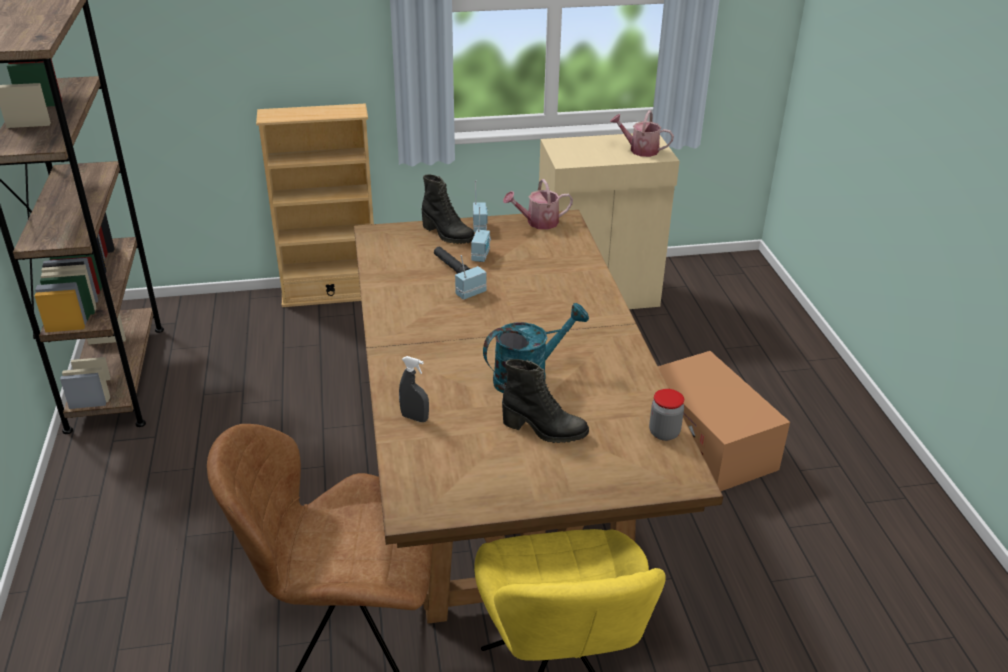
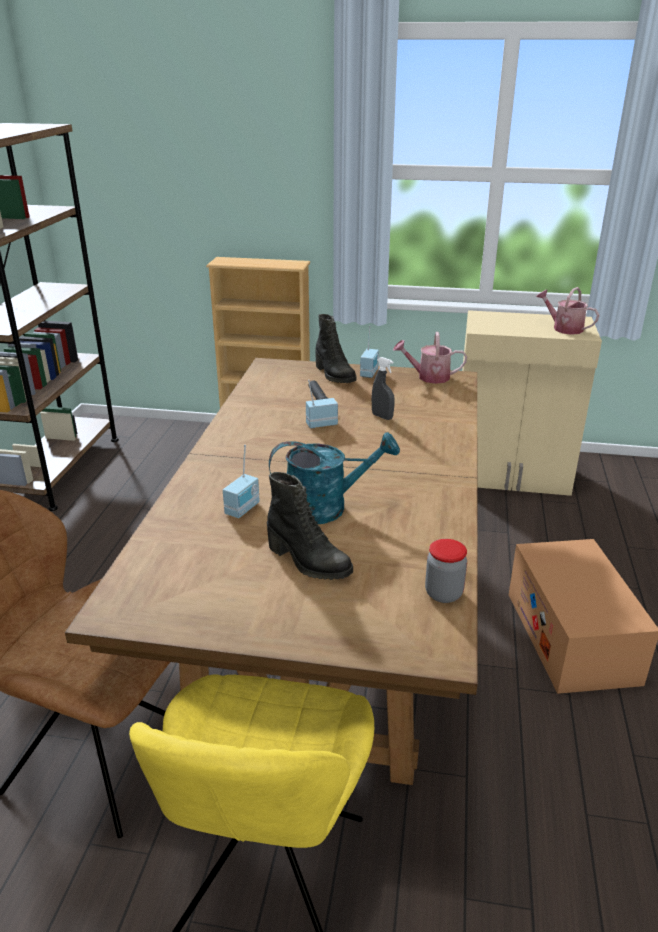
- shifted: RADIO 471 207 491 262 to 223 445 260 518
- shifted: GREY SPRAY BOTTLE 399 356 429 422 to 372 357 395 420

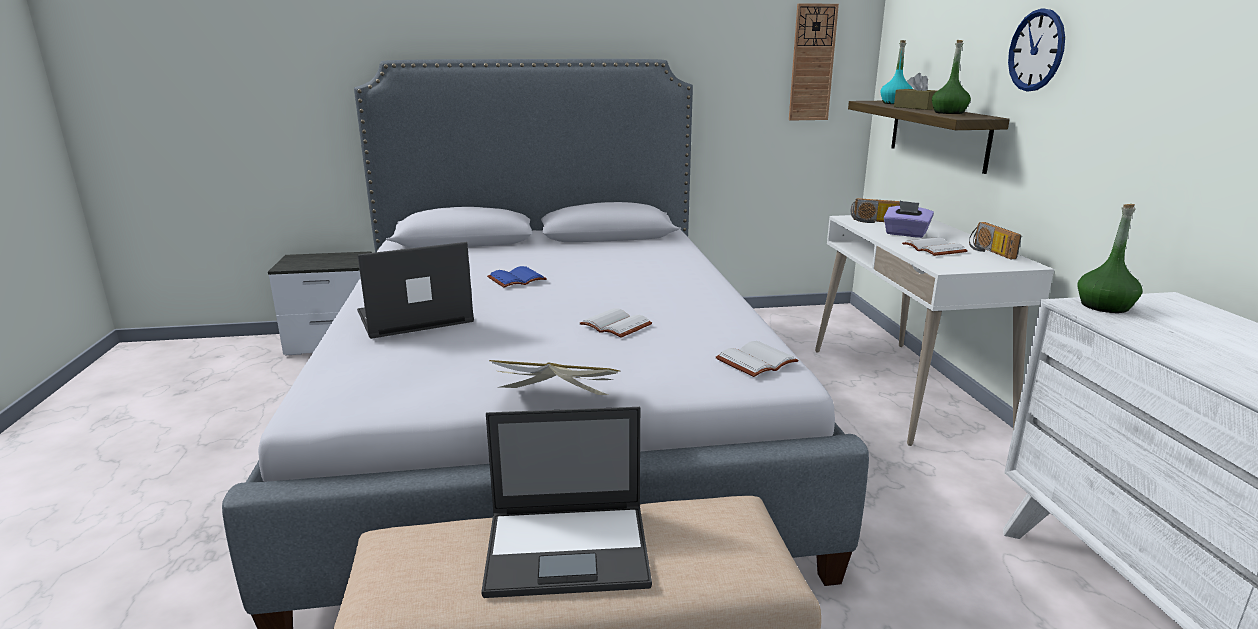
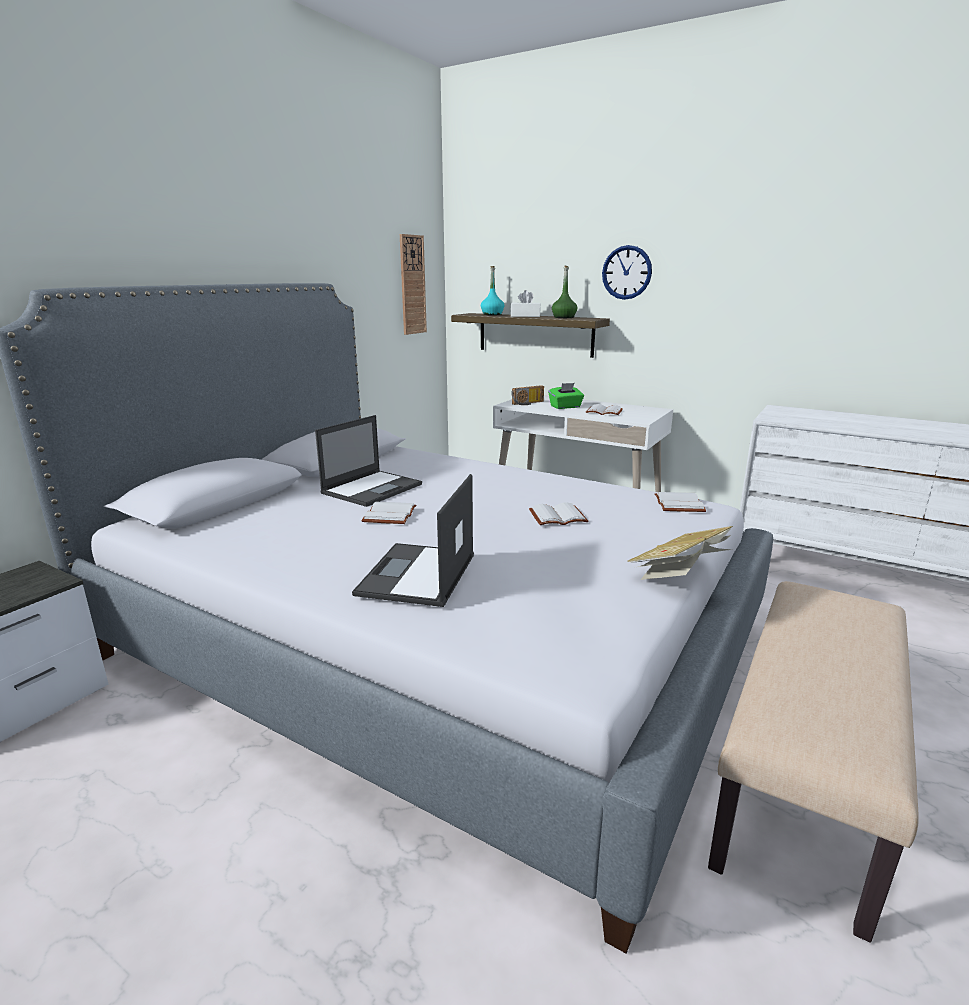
- shifted: LAPTOP 481 407 652 598 to 315 415 422 507
- repainted: BLUE BOOK 487 266 547 288 to WHITE BOOK 362 502 416 524
- repainted: BROWN TISSUE BOX 894 73 937 110 to WHITE TISSUE BOX 511 290 541 317
- repainted: PURPLE TISSUE BOX 884 201 934 238 to GREEN TISSUE BOX 548 383 584 409
- gone: RADIO 969 222 1021 259
- gone: GREEN BOTTLE 1077 204 1142 313

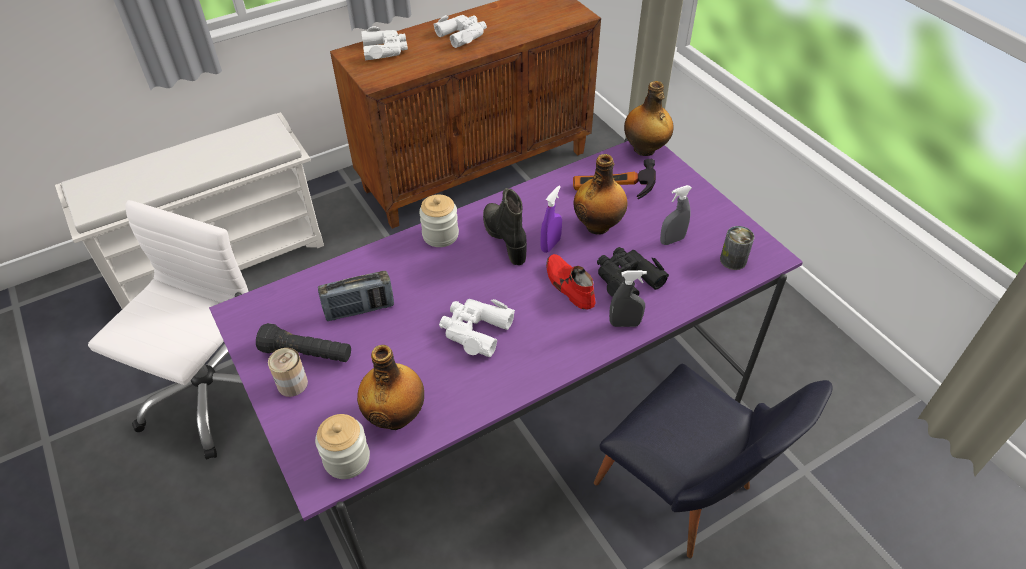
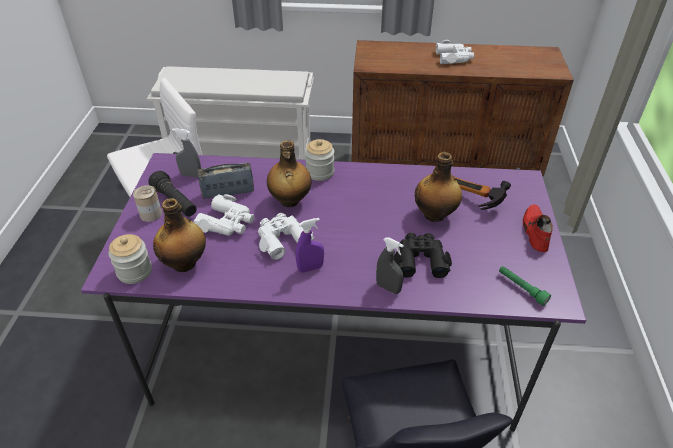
- shifted: GREY SPRAY BOTTLE 660 185 692 245 to 172 128 201 178
- shifted: WHITE BINOCULARS 361 26 408 60 to 193 194 254 236
- rotated: RADIO 318 271 394 321 = 197 163 254 198 150 degrees clockwise
- shifted: BOTTLE 624 81 674 156 to 267 140 311 207
- shifted: PURPLE SPRAY BOTTLE 541 186 562 253 to 296 218 324 273
- swapped: CAN 720 226 755 270 to GREEN FLASHLIGHT 499 266 551 306
- shifted: RED SHOE 546 254 596 310 to 523 204 553 252
- gone: BLACK BOOT 483 188 527 265

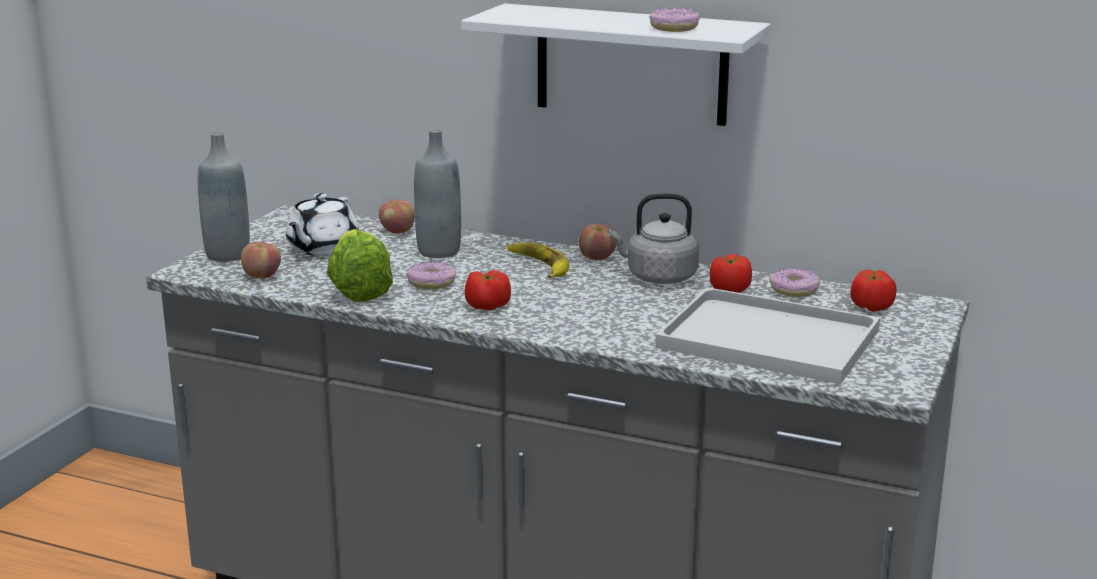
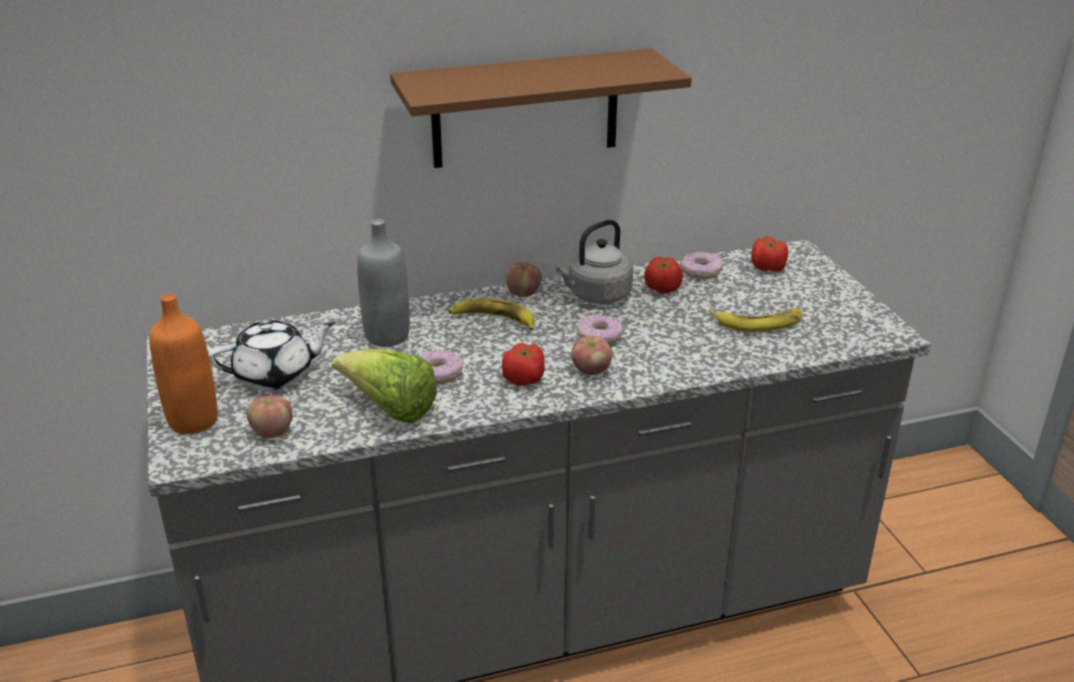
- repainted: GREY BOTTLE 198 132 250 262 to ORANGE BOTTLE 149 294 217 434
- rotated: WHITE TEAPOT 286 193 359 256 = 208 320 335 390 90 degrees counterclockwise
- repainted: WHITE SHELF 461 3 771 126 to BROWN SHELF 390 49 692 168
- shifted: APPLE 379 199 415 234 to 571 336 612 375
- shifted: DONUT 649 8 700 32 to 577 314 624 345
- swapped: WHITE TRAY 655 287 880 384 to BANANA 710 307 802 332

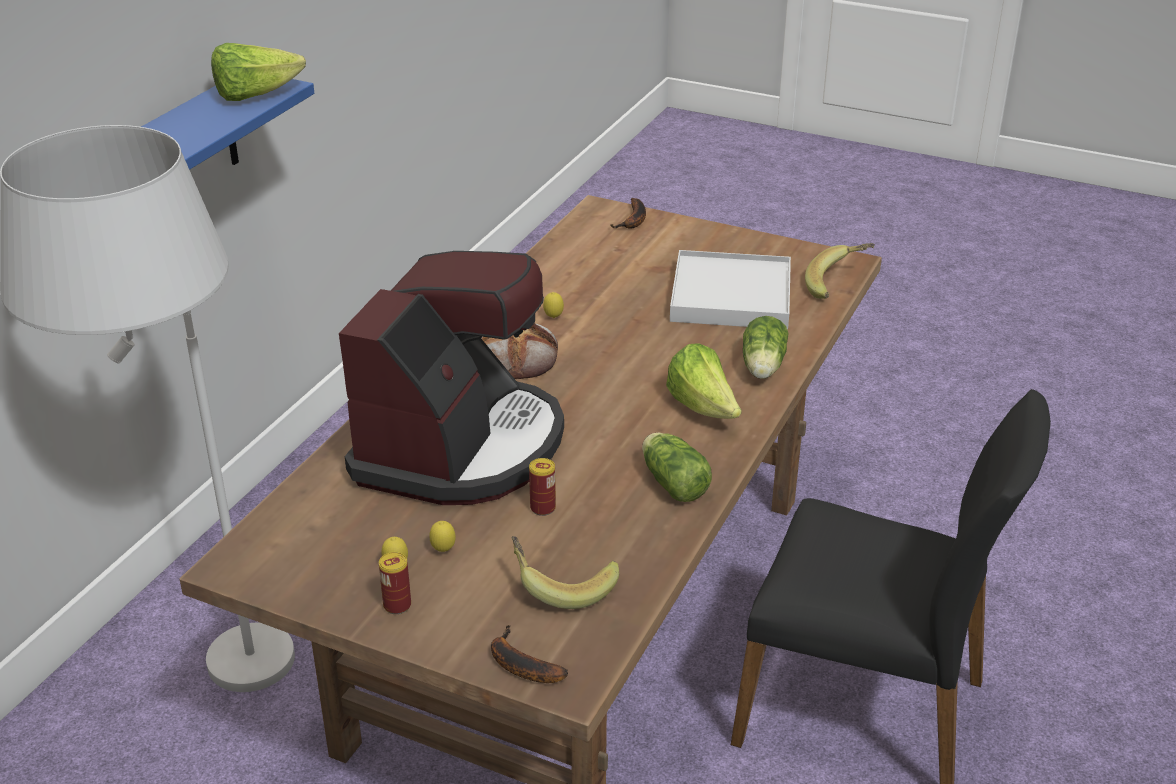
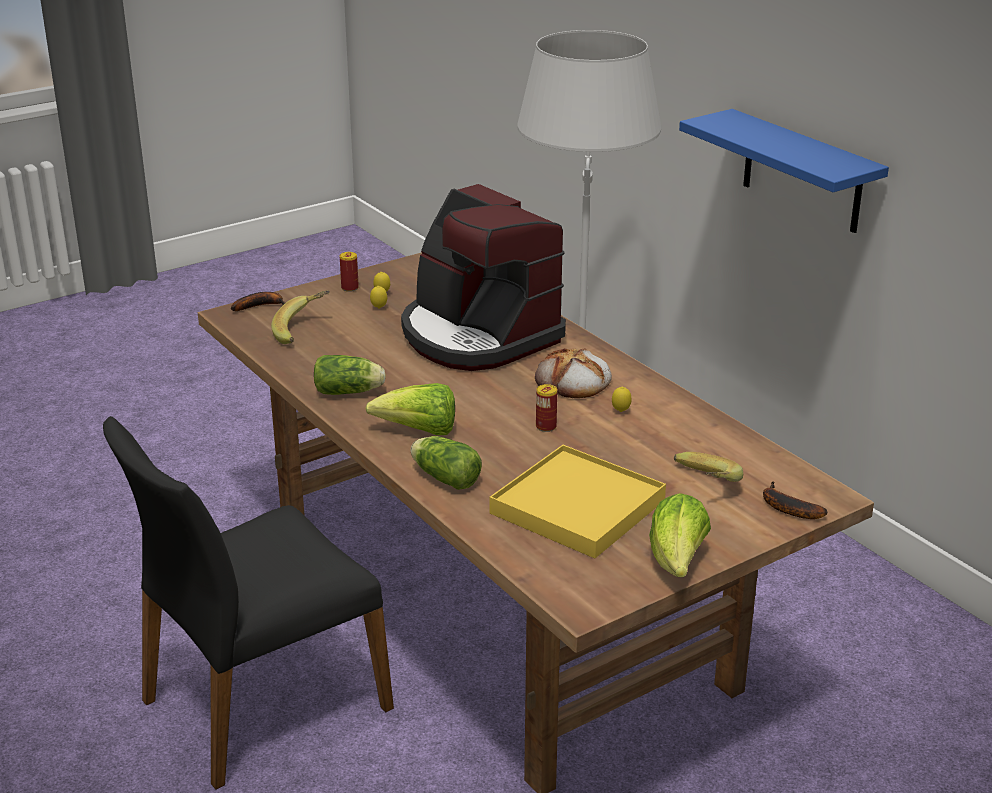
- repainted: WHITE TRAY 670 250 791 330 to YELLOW TRAY 490 445 666 558
- shifted: CAN 529 458 556 516 to 536 384 557 432
- shifted: LETTUCE 211 43 306 101 to 649 493 711 577
- shifted: BANANA 805 243 875 299 to 674 452 743 482

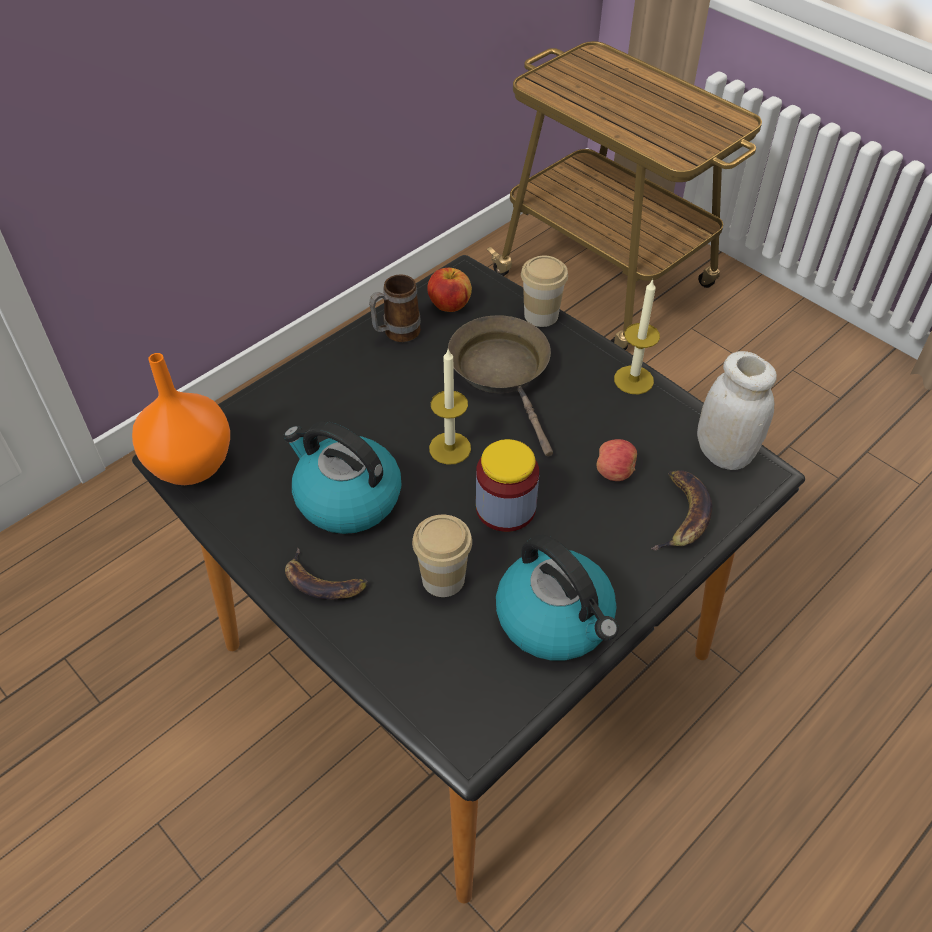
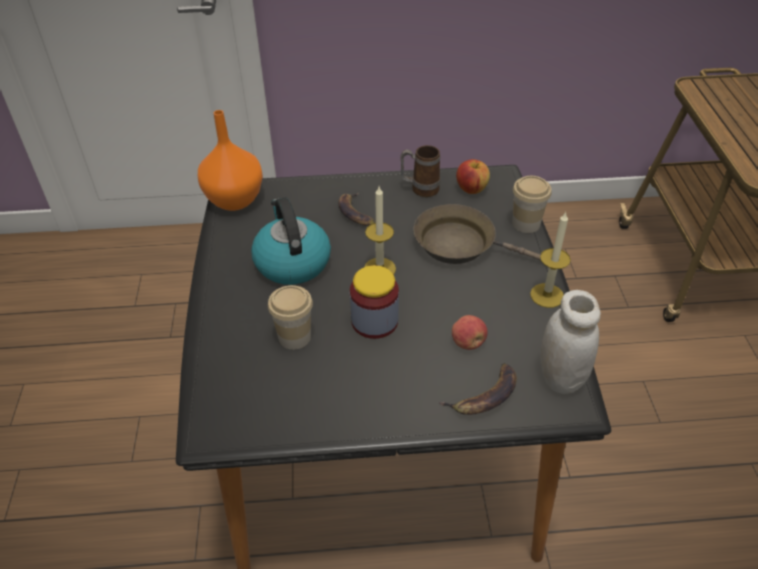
- shifted: BANANA 285 548 368 599 to 338 192 376 226
- rotated: BROWN FRYING PAN 448 315 553 457 = 414 204 541 264 90 degrees counterclockwise
- gone: KETTLE 496 534 619 661

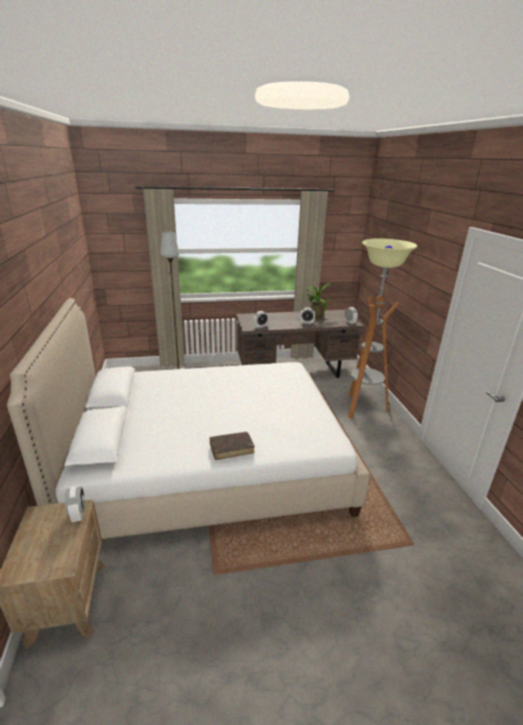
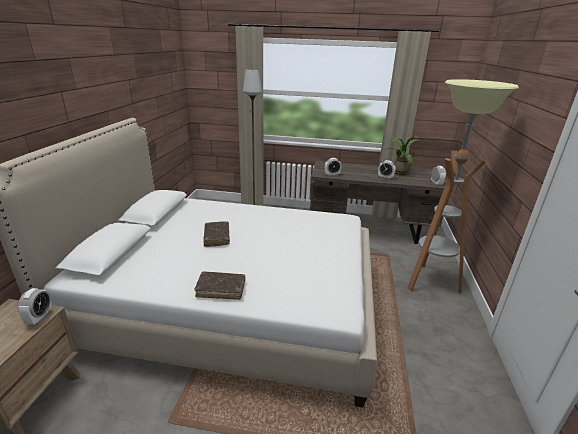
- new: BROWN BOOK 203 221 230 247

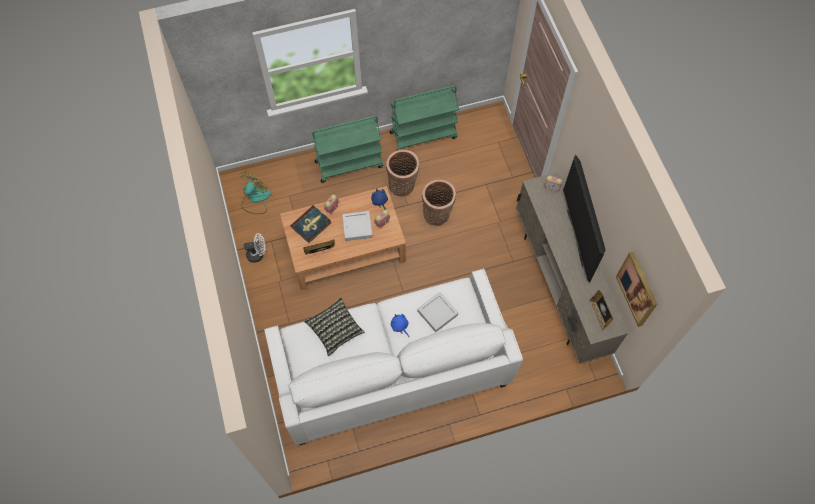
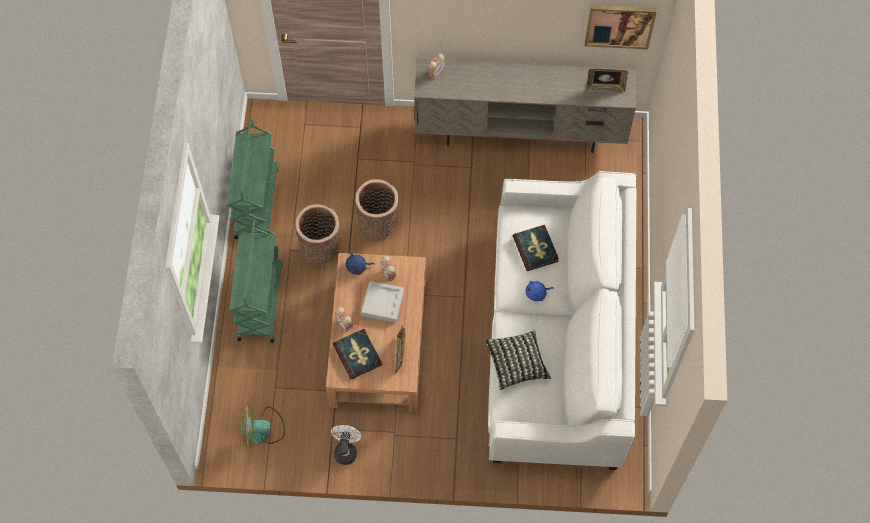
- rotated: FAN 241 170 271 214 = 241 404 285 449 60 degrees counterclockwise
- swapped: GREY TRAY 417 292 458 332 to BOOK 513 225 559 271
- gone: TELEVISION 563 154 606 283

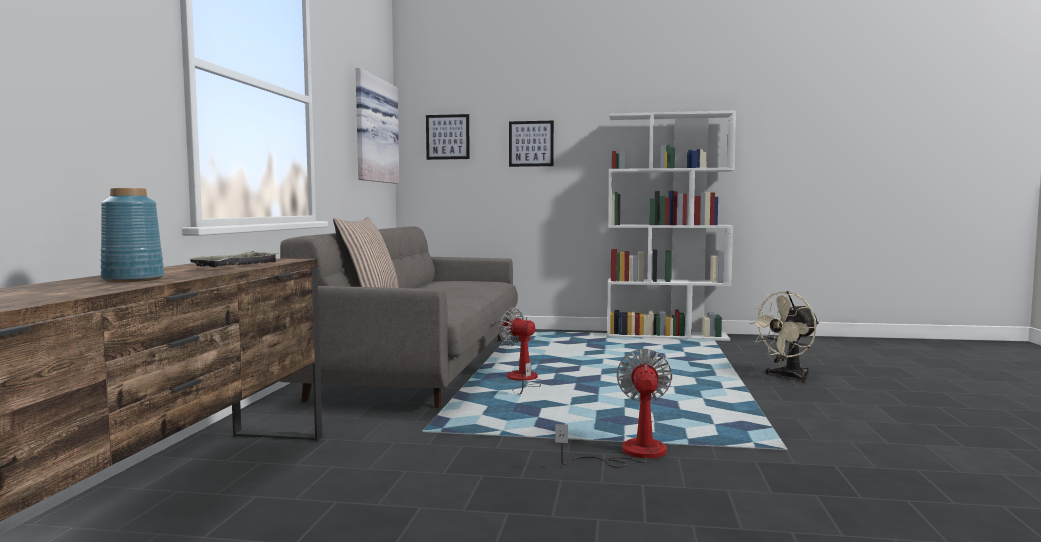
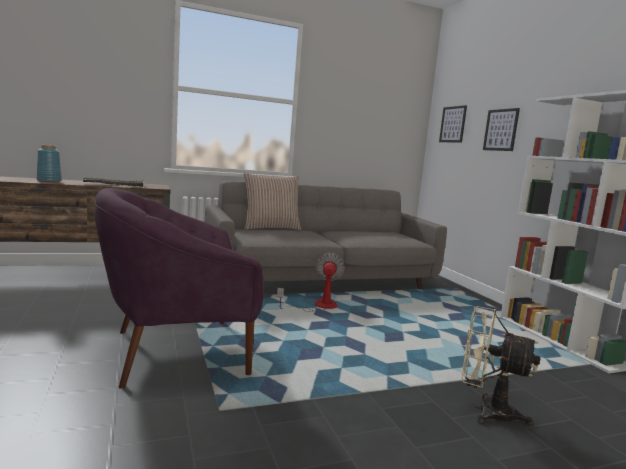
- swapped: FAN 555 349 672 467 to PURPLE ARMCHAIR 94 188 264 389
- gone: PICTURE 356 68 399 184

